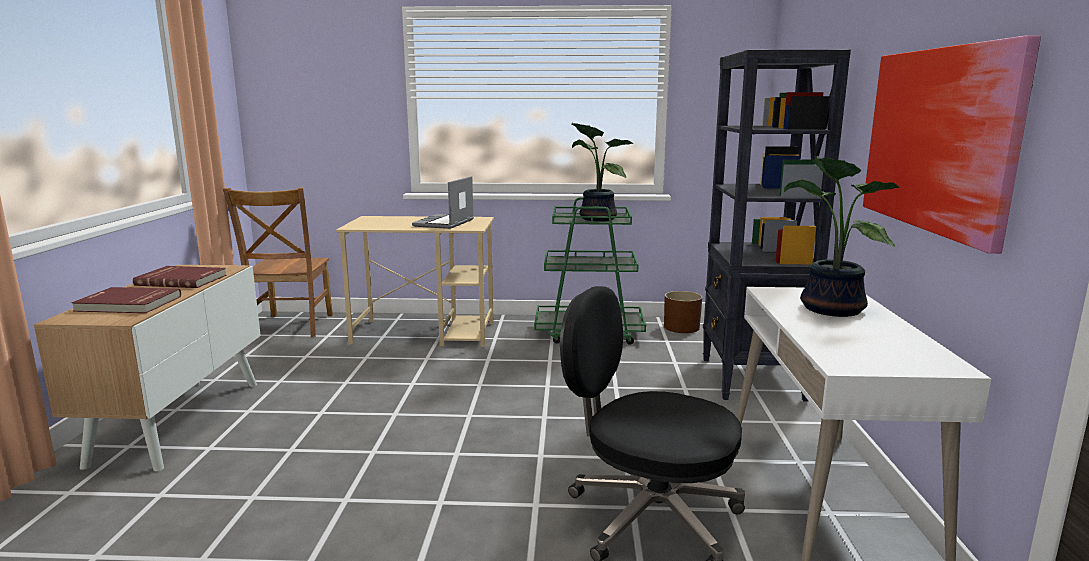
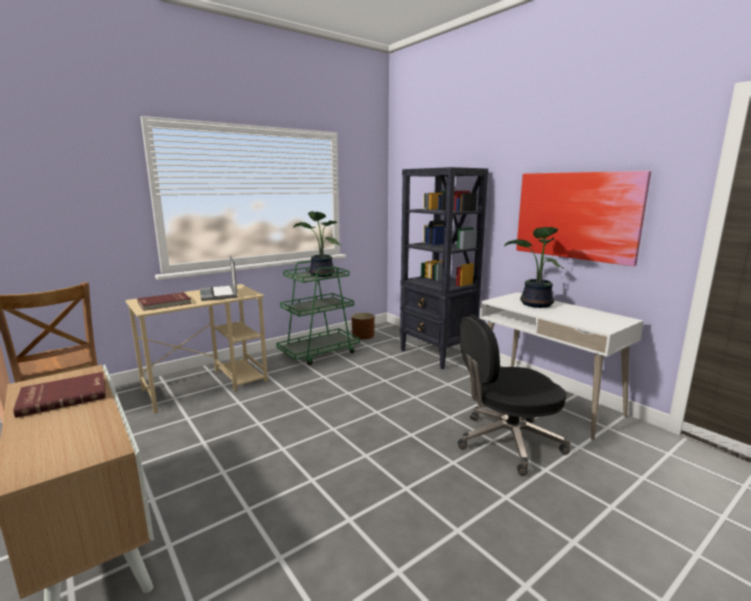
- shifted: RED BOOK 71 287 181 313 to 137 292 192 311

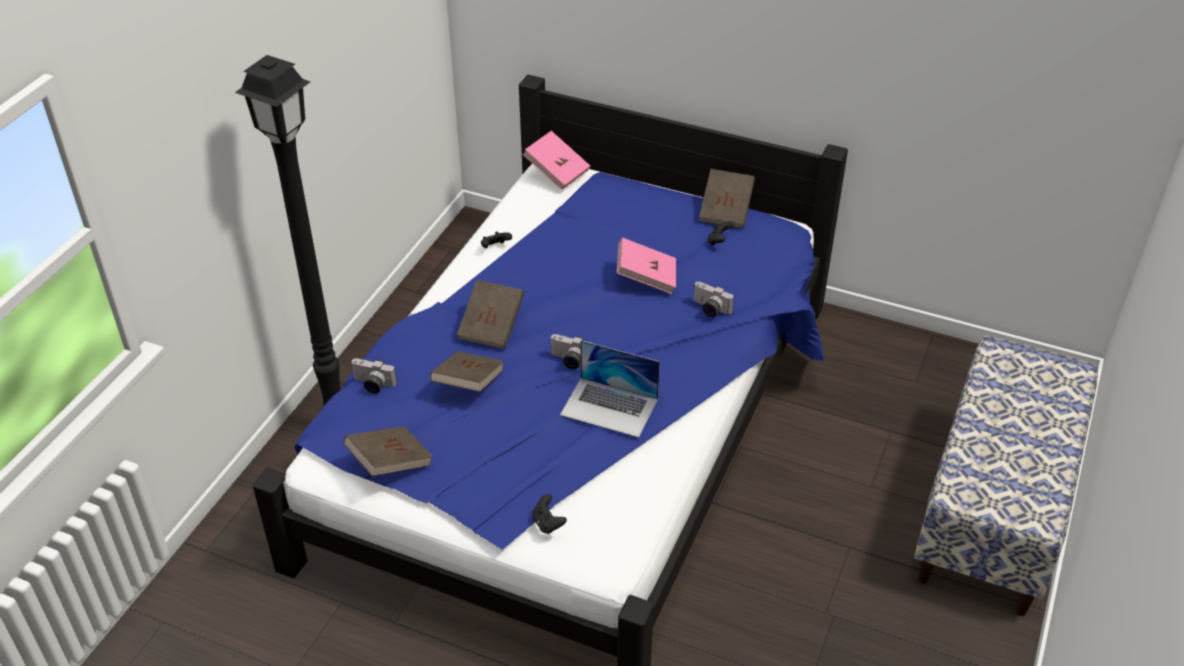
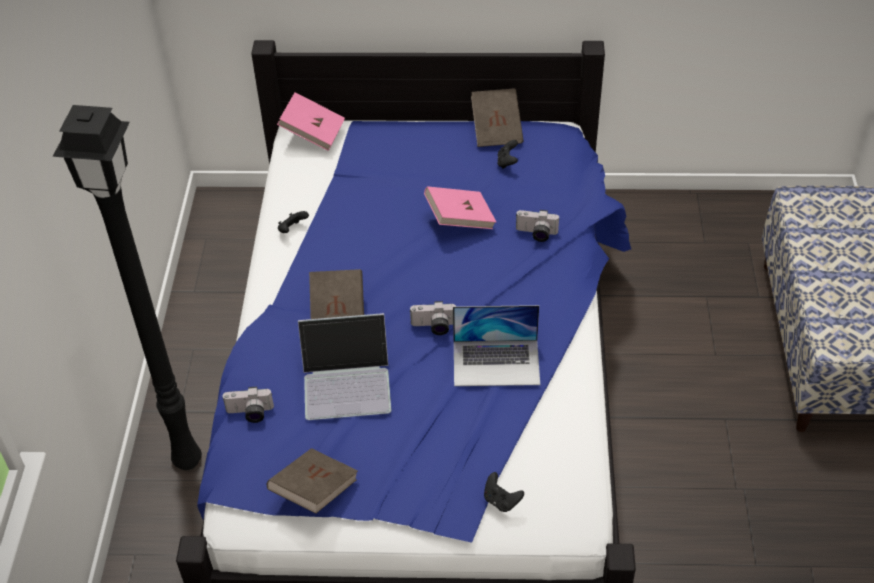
- swapped: BROWN BOOK 430 351 504 392 to LAPTOP 298 313 392 420

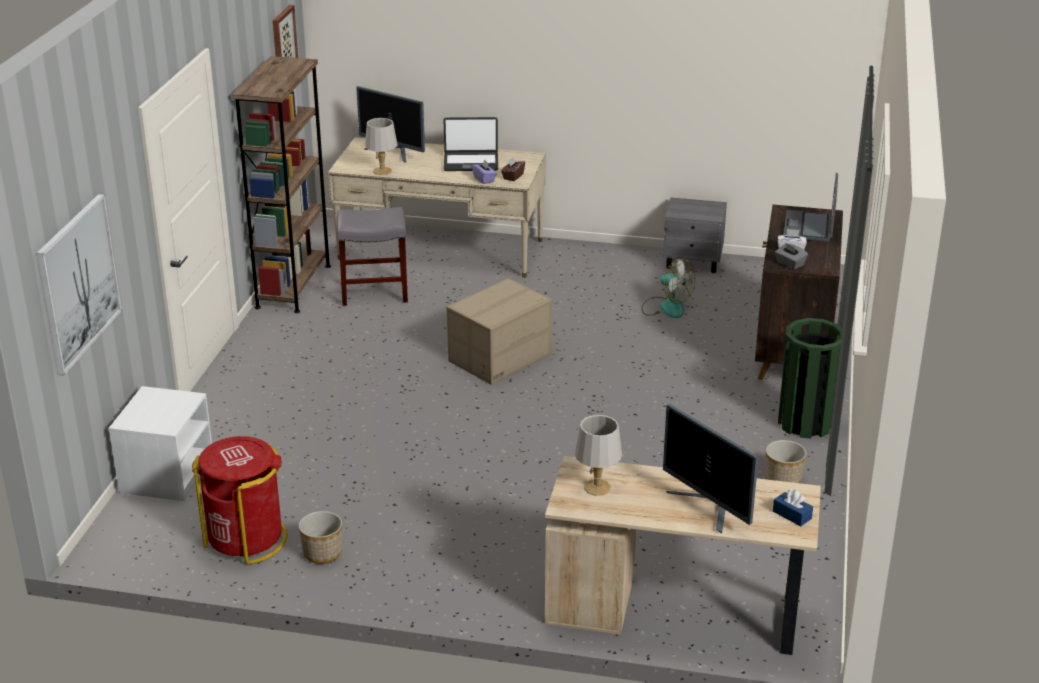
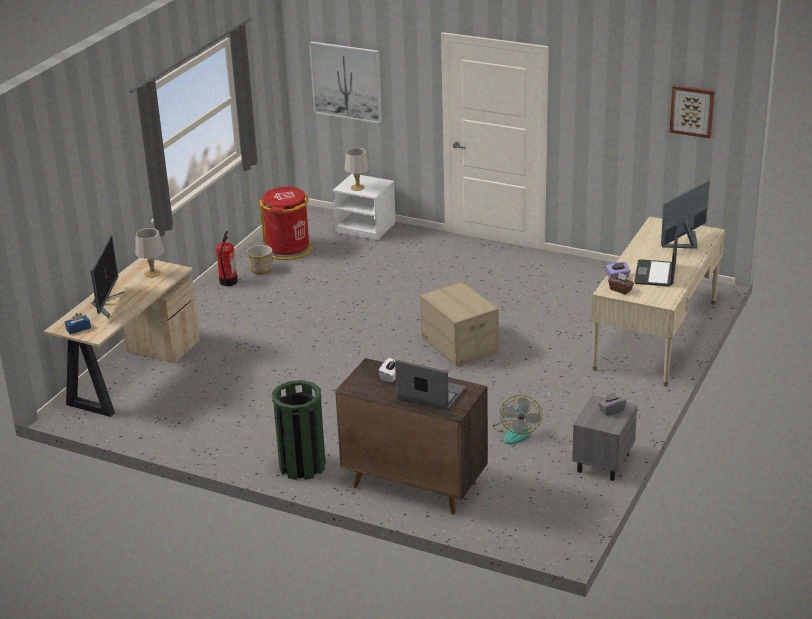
- rotated: MONITOR 663 404 759 534 = 90 235 125 318 120 degrees clockwise
- new: FIRE EXTINGUISHER 216 231 238 286
- shifted: GREY TABLE LAMP 365 118 398 175 to 345 148 369 191
- rotated: FAN 641 258 695 318 = 493 395 542 444 45 degrees counterclockwise
- shifted: GREY TISSUE BOX 775 243 808 270 to 598 392 626 416
- gone: BROWN BOOKCASE 232 56 331 313
- gone: GREY STOOL 337 207 408 306
- gone: PLANTER 765 440 807 483

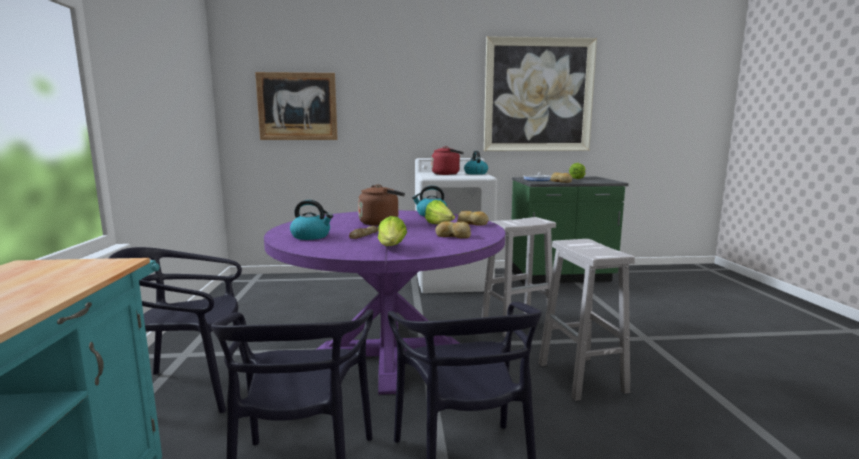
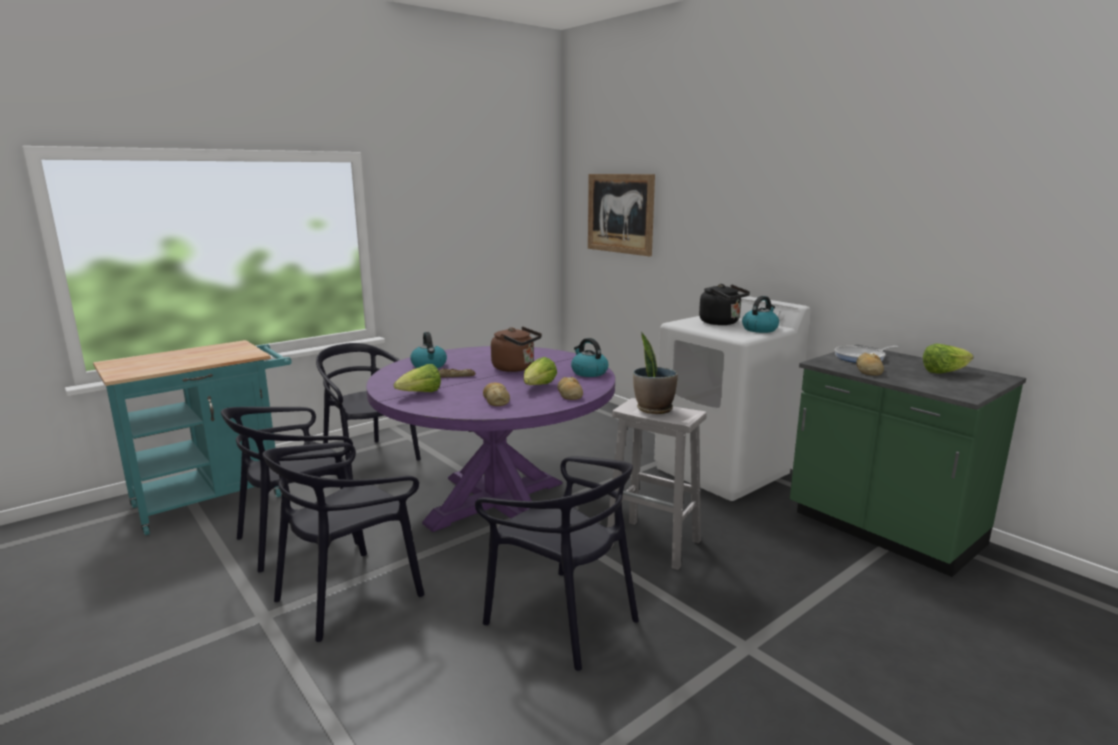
- swapped: WHITE STOOL 538 239 635 401 to BLACK CHAIR 475 456 639 671
- new: POTTED PLANT 633 332 678 414
- repainted: RED KETTLE 431 146 464 175 to BLACK KETTLE 699 284 750 325
- gone: PICTURE 484 36 597 151

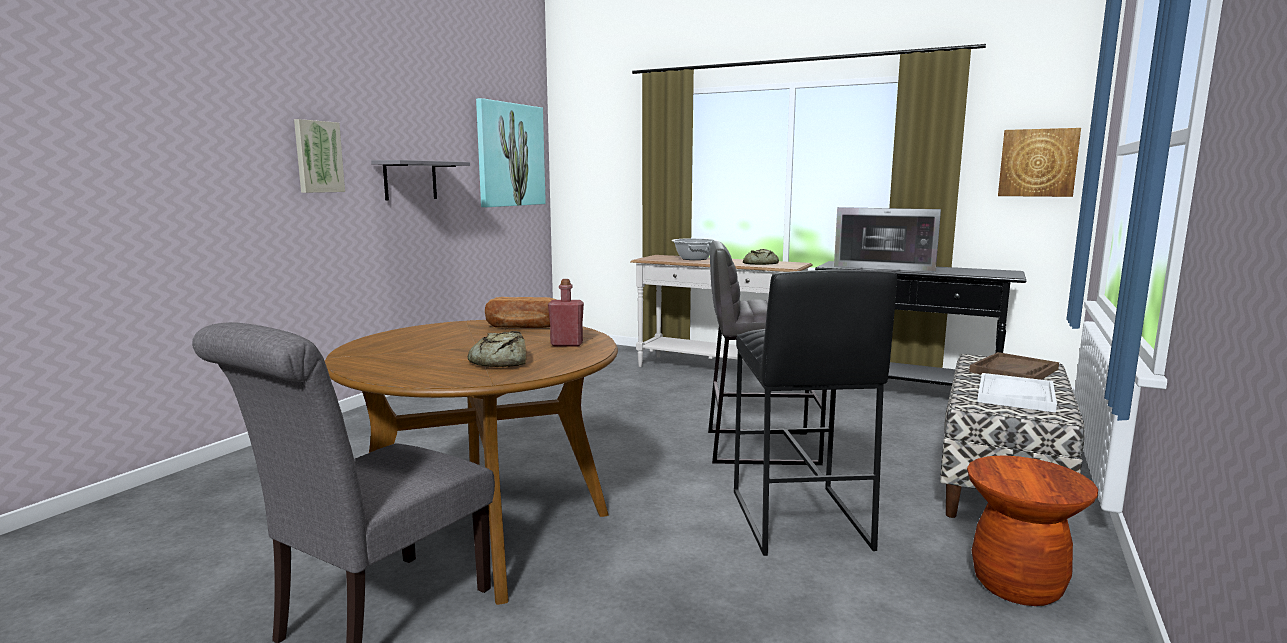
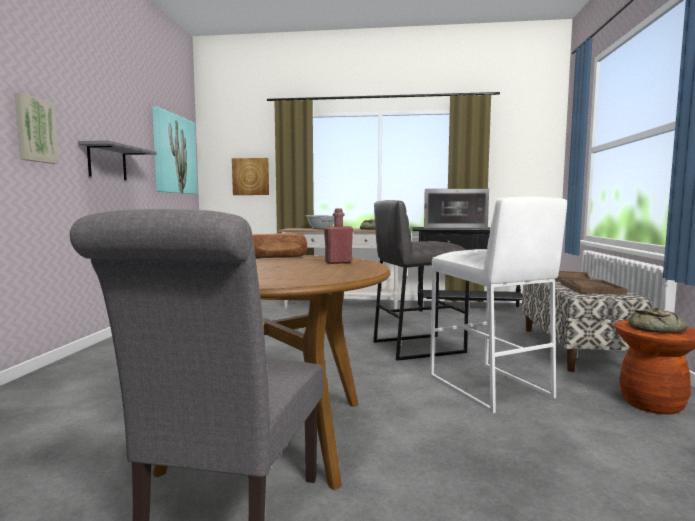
- shifted: PICTURE 998 128 1081 197 to 232 158 269 195
- repainted: BLACK STOOL 734 270 897 556 to WHITE STOOL 430 197 567 413
- repainted: WHITE TRAY 977 373 1057 413 to BROWN TRAY 560 279 627 295
- shifted: BREAD 468 331 526 367 to 629 308 687 333

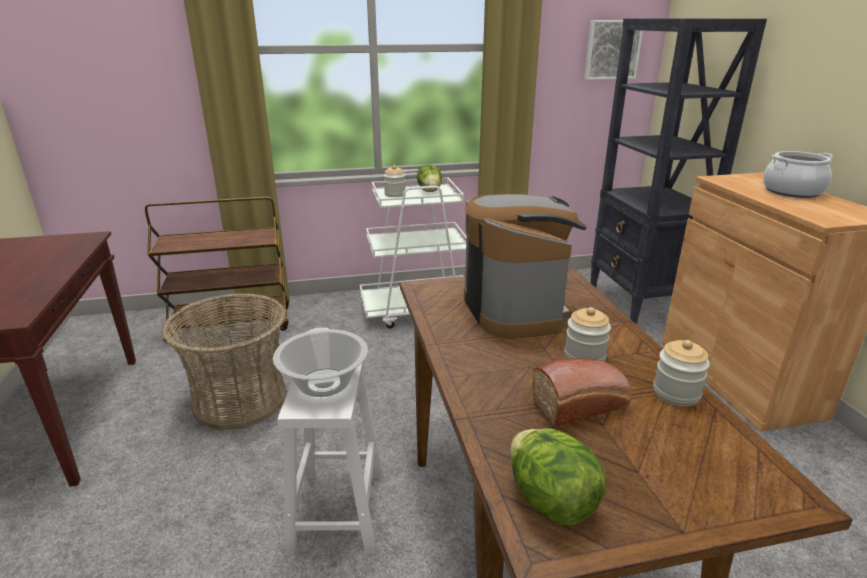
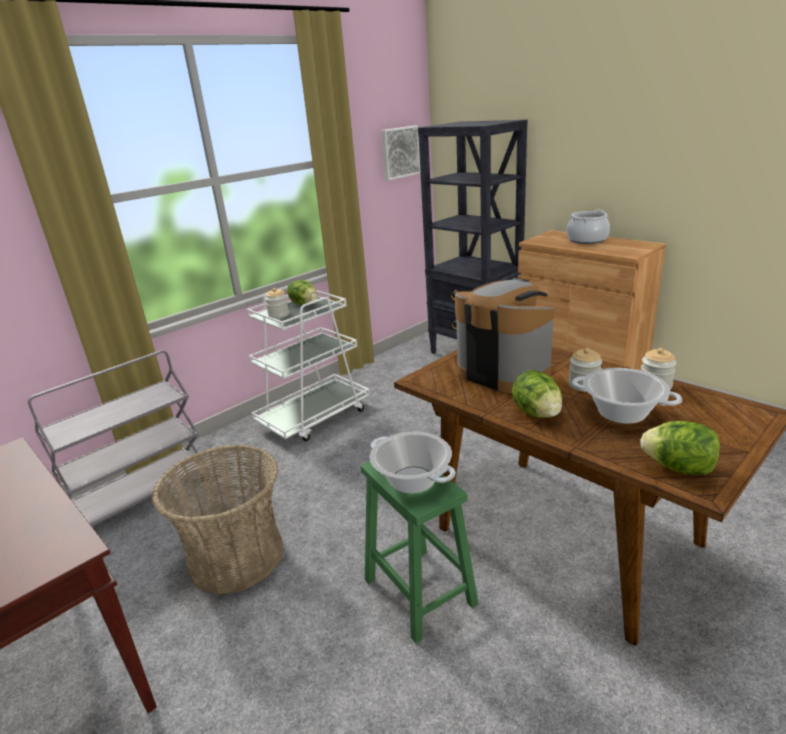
- repainted: BROWN CART 145 197 289 342 to GREY CART 28 350 210 526
- repainted: WHITE STOOL 278 361 383 555 to GREEN STOOL 361 461 479 643
- new: LETTUCE 512 370 562 418
- swapped: BREAD 533 358 631 427 to COOKING POT 572 368 682 424

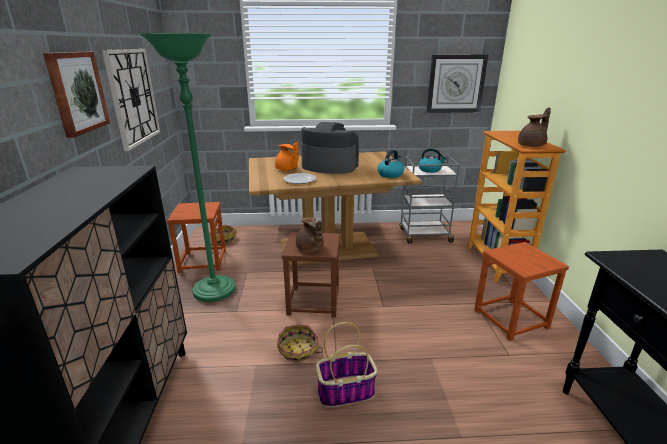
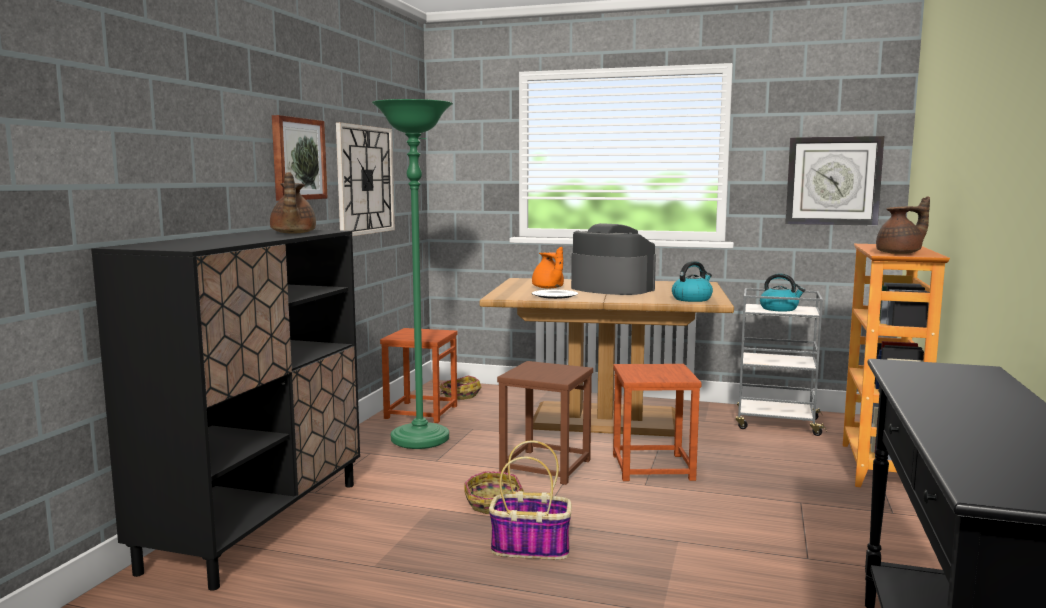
- shifted: BROWN TEAPOT 296 217 324 252 to 270 172 316 234
- shifted: BROWN STOOL 474 242 569 341 to 613 364 702 481

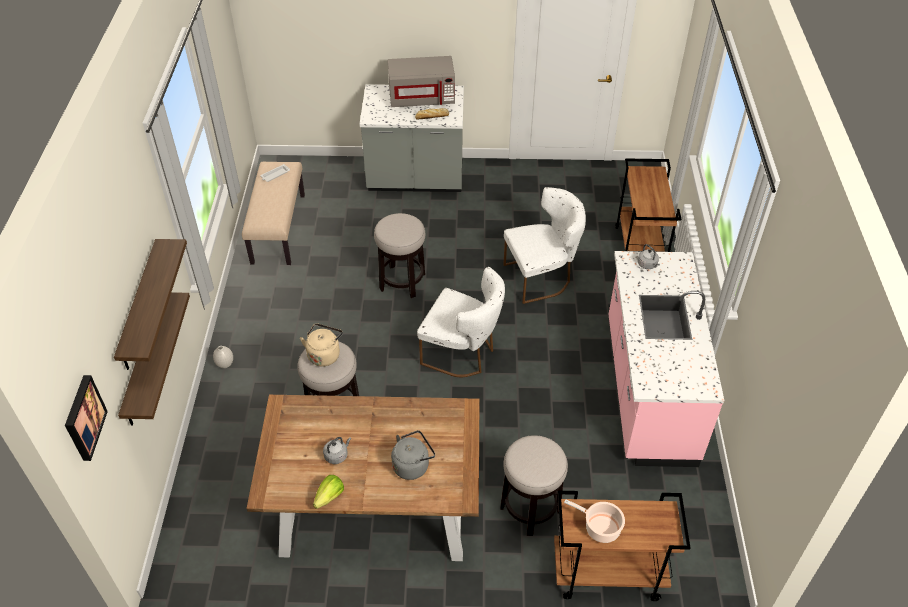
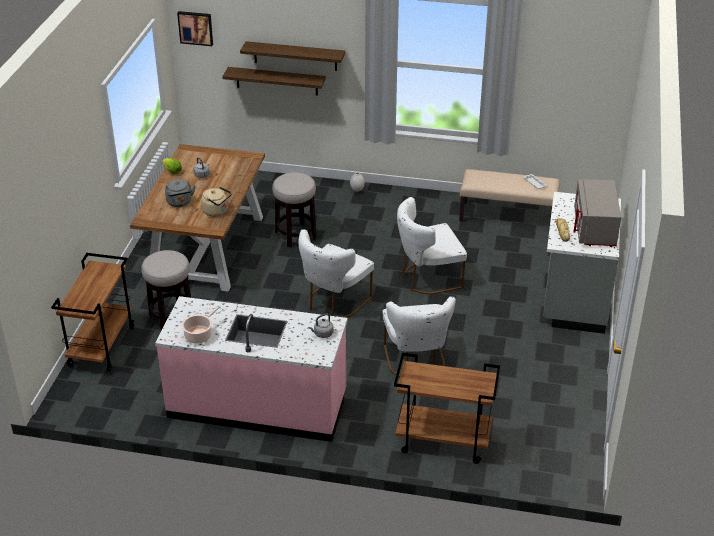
- shifted: COOKING POT 564 499 625 543 to 182 305 221 344
- shifted: BEIGE KETTLE 300 323 343 367 to 201 187 232 217
- swapped: STOOL 374 213 425 298 to WHITE CHAIR 397 197 467 294

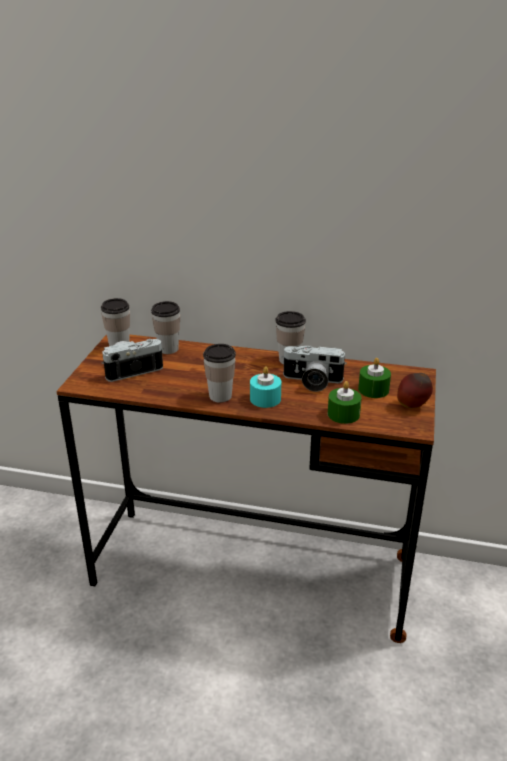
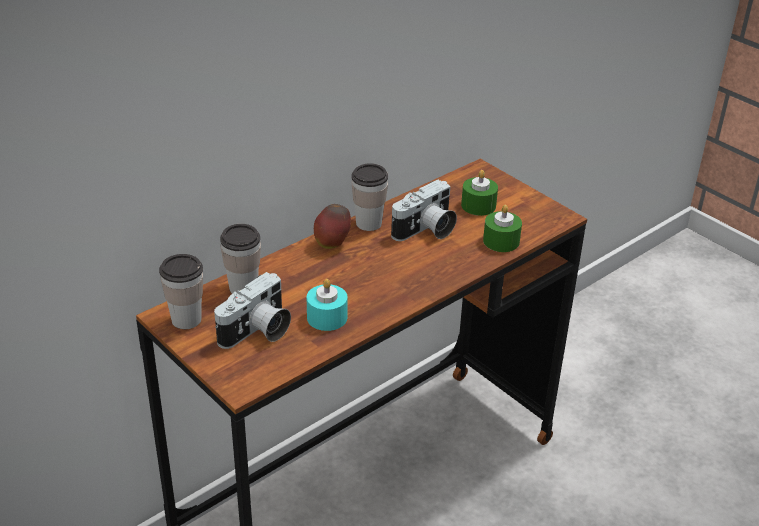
- rotated: PHOTO CAMERA 102 339 164 382 = 214 272 291 349 150 degrees counterclockwise
- shifted: TURQUOISE CANDLE 250 366 281 408 to 307 279 348 331
- shifted: APPLE 397 373 433 408 to 314 204 351 249
- gone: CUP 203 344 236 403

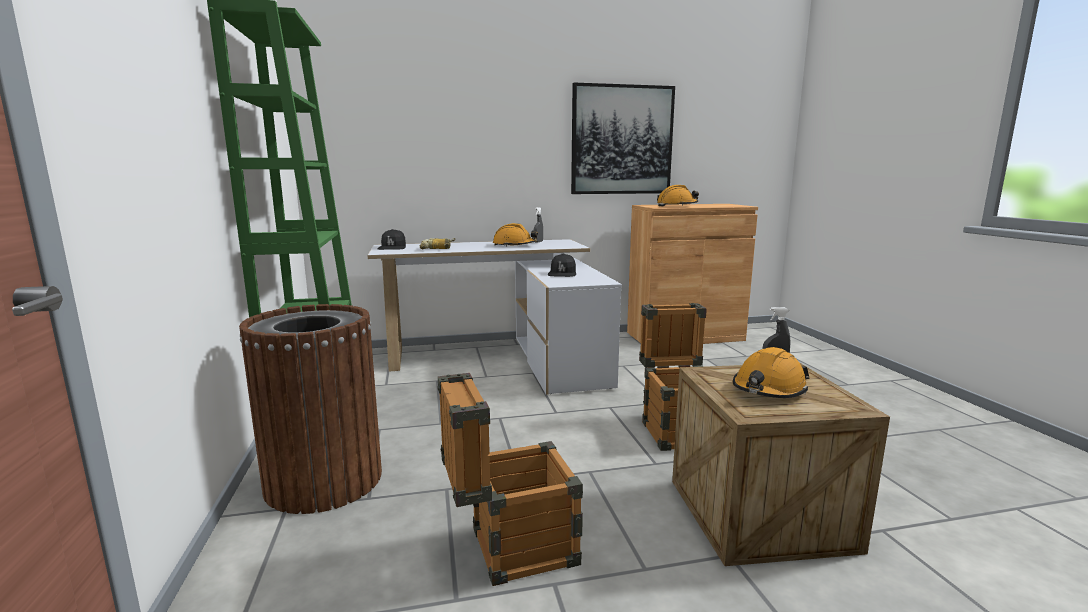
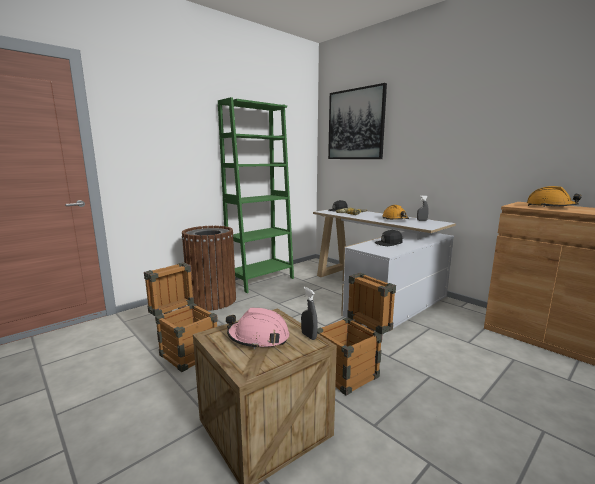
- repainted: ORANGE HARD HAT 733 347 810 398 to PINK HARD HAT 226 308 289 349
- shifted: PICTURE 571 83 675 194 to 328 83 387 159

